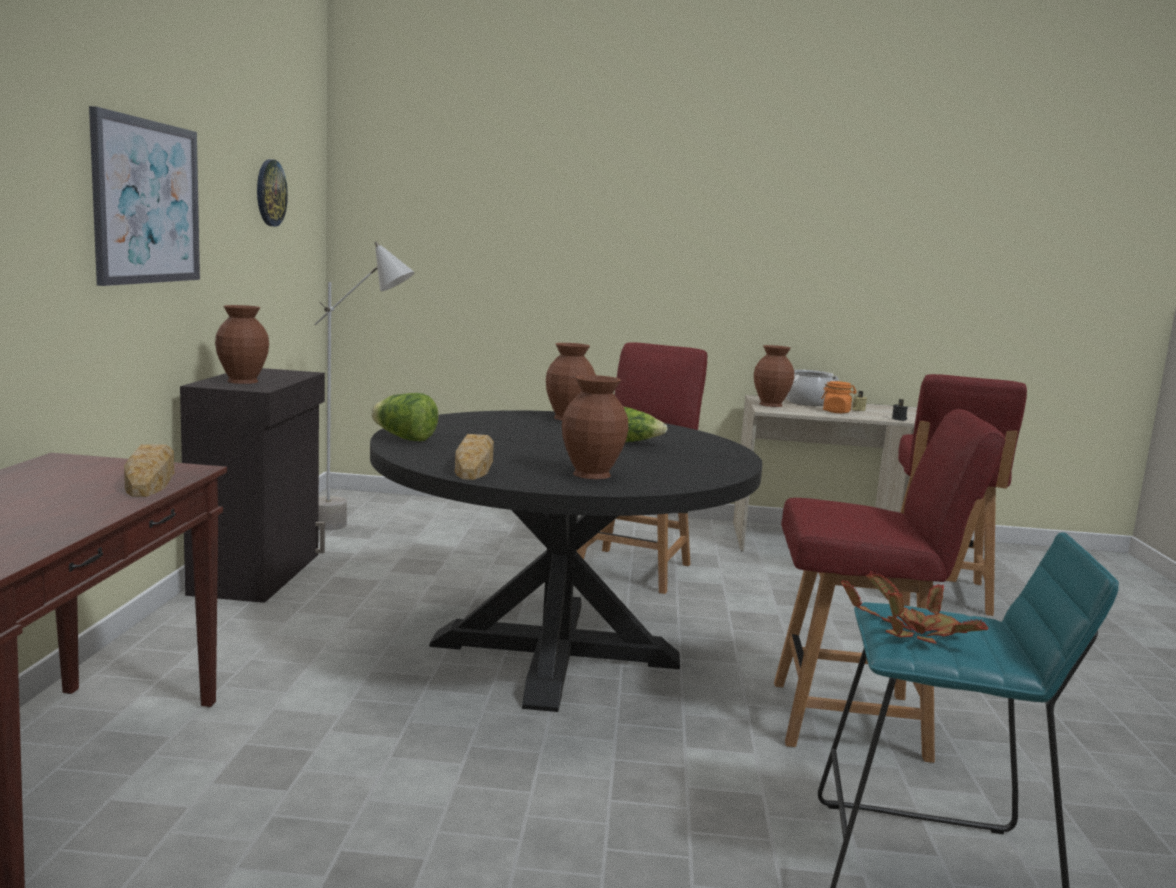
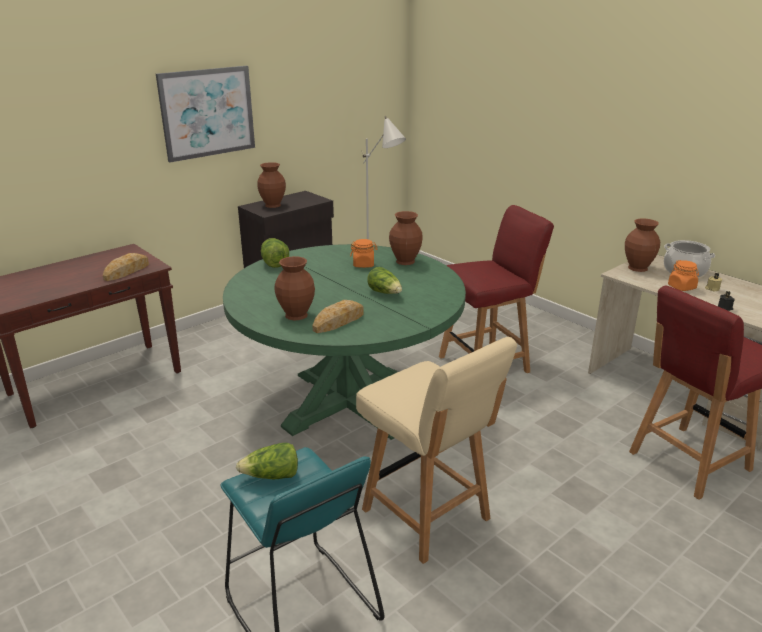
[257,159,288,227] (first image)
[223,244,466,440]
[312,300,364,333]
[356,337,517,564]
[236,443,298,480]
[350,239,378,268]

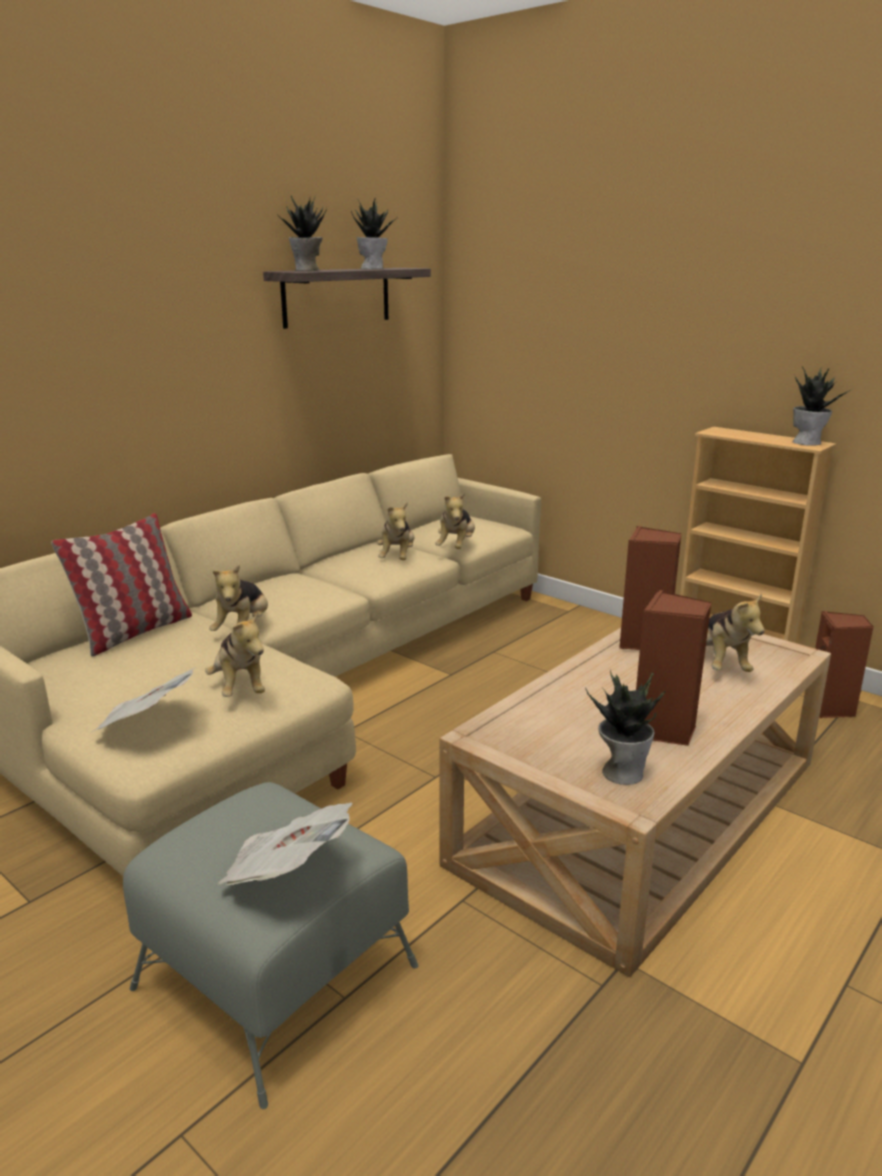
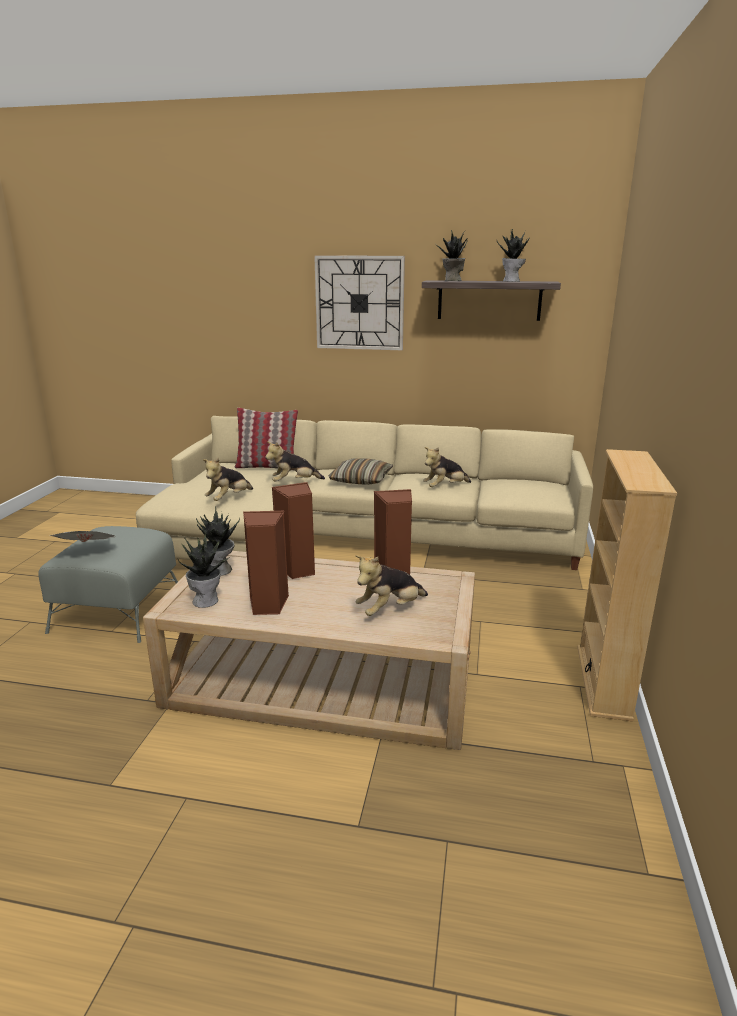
[92,667,196,732] (first image)
[435,492,475,549] (first image)
[196,506,240,576]
[272,482,315,580]
[314,256,405,350]
[328,458,393,485]

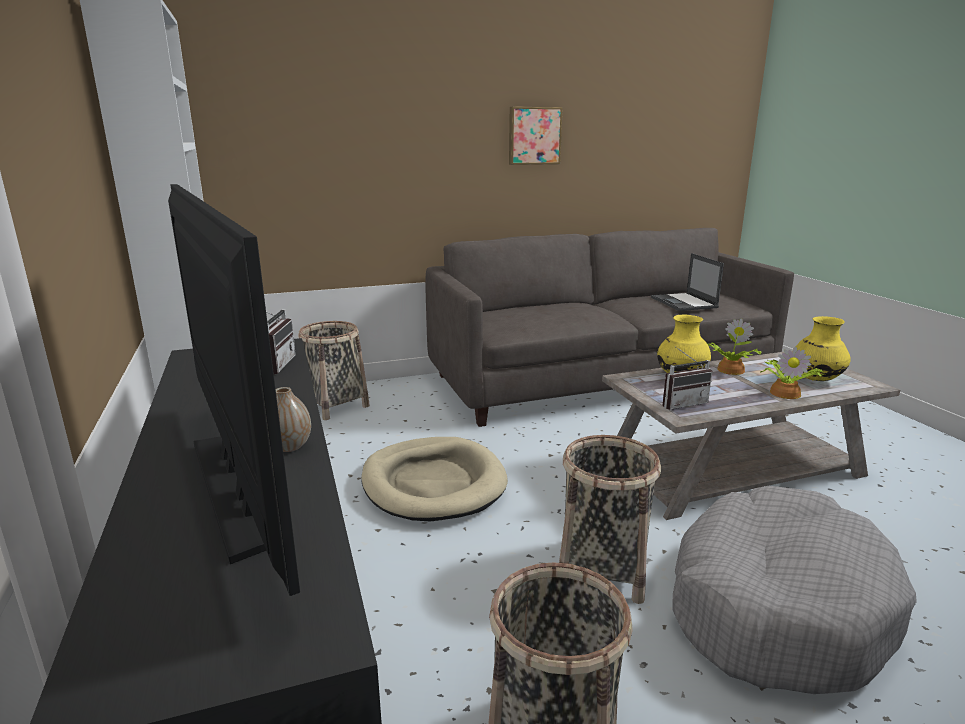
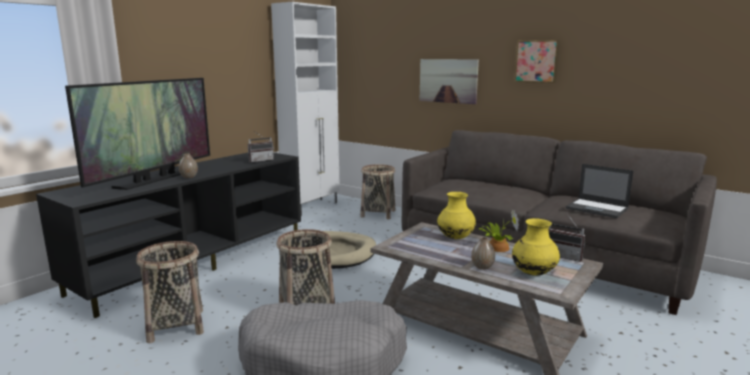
[566,164,633,218]
[549,215,586,262]
[471,237,495,270]
[420,59,479,104]

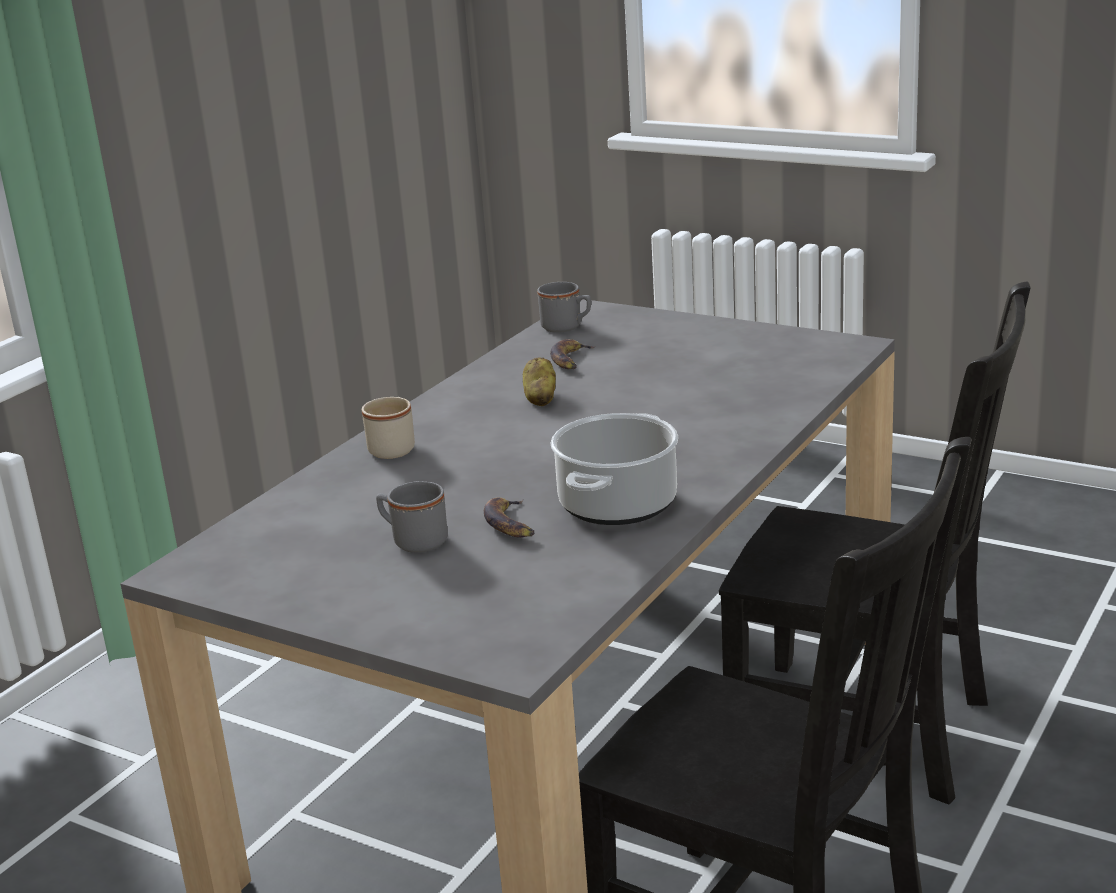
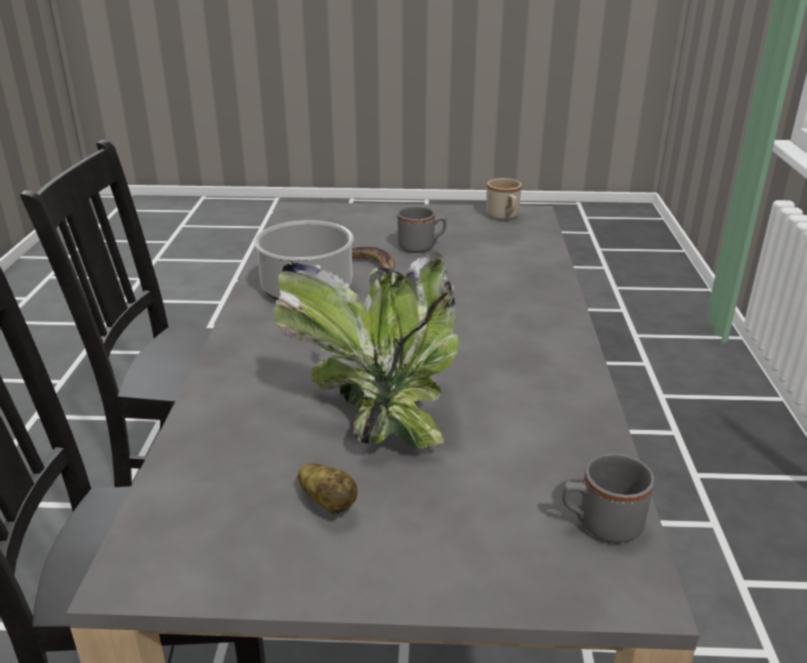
[486,178,522,220]
[297,463,358,515]
[550,339,595,369] (first image)
[273,252,460,449]

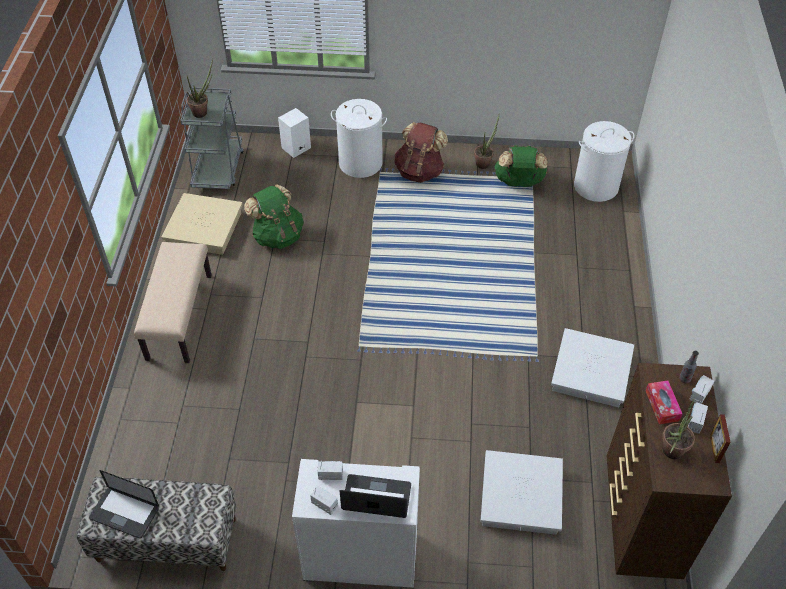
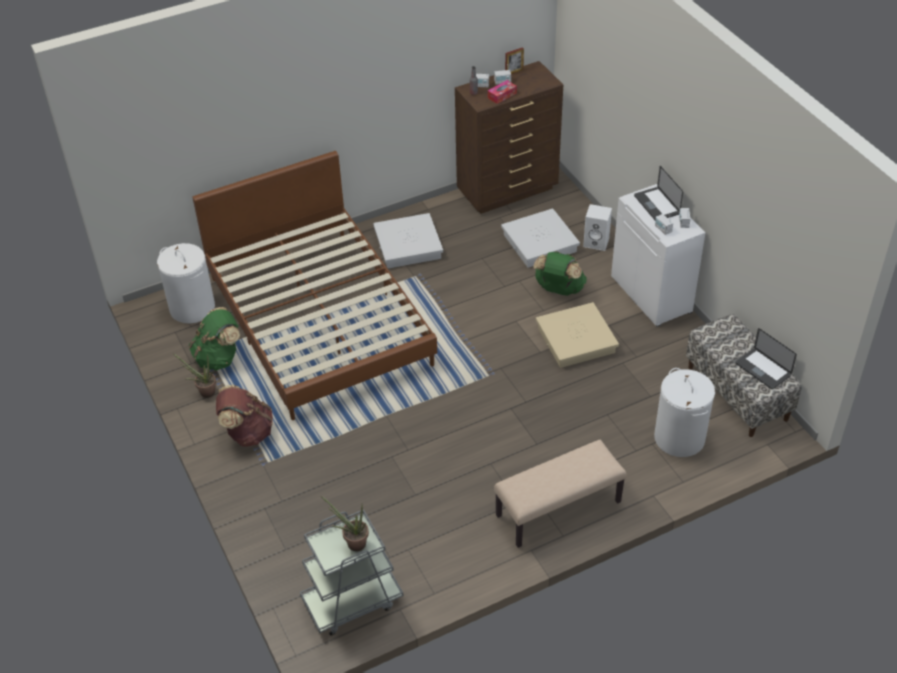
[735,328,797,389]
[536,302,619,368]
[533,251,587,296]
[583,204,612,251]
[654,368,715,457]
[662,398,695,459] (first image)
[192,151,437,420]

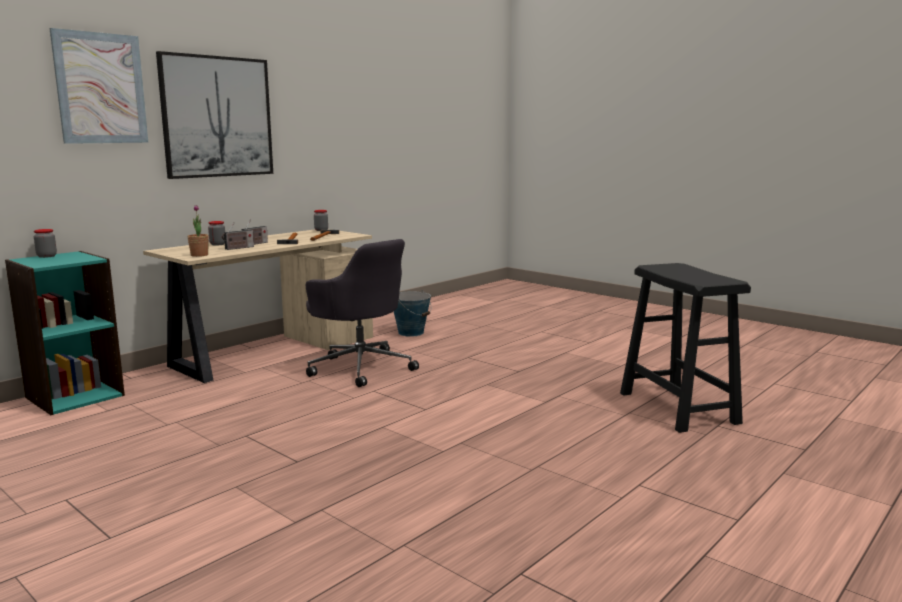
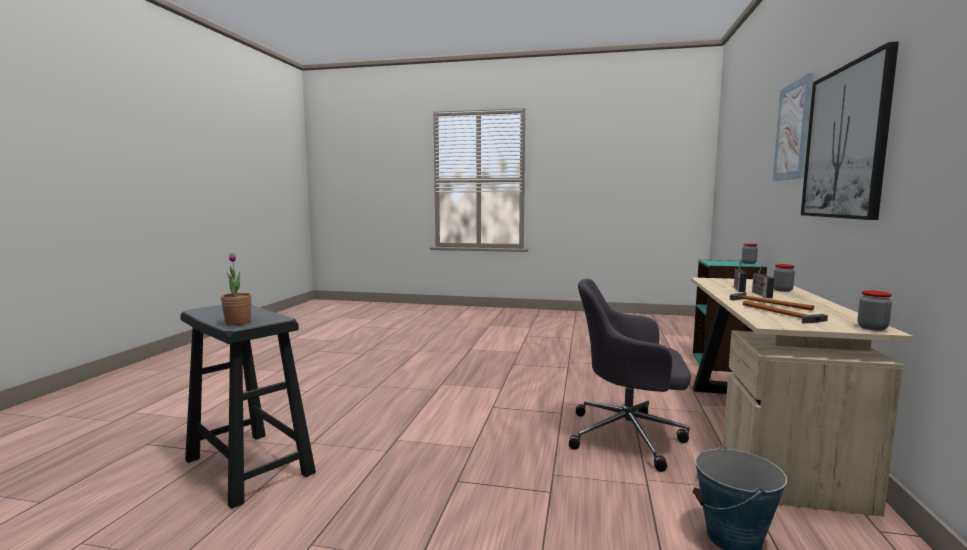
[221,253,252,325]

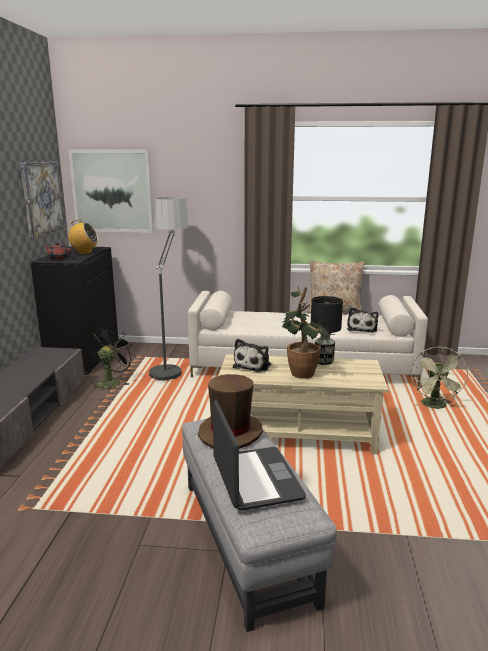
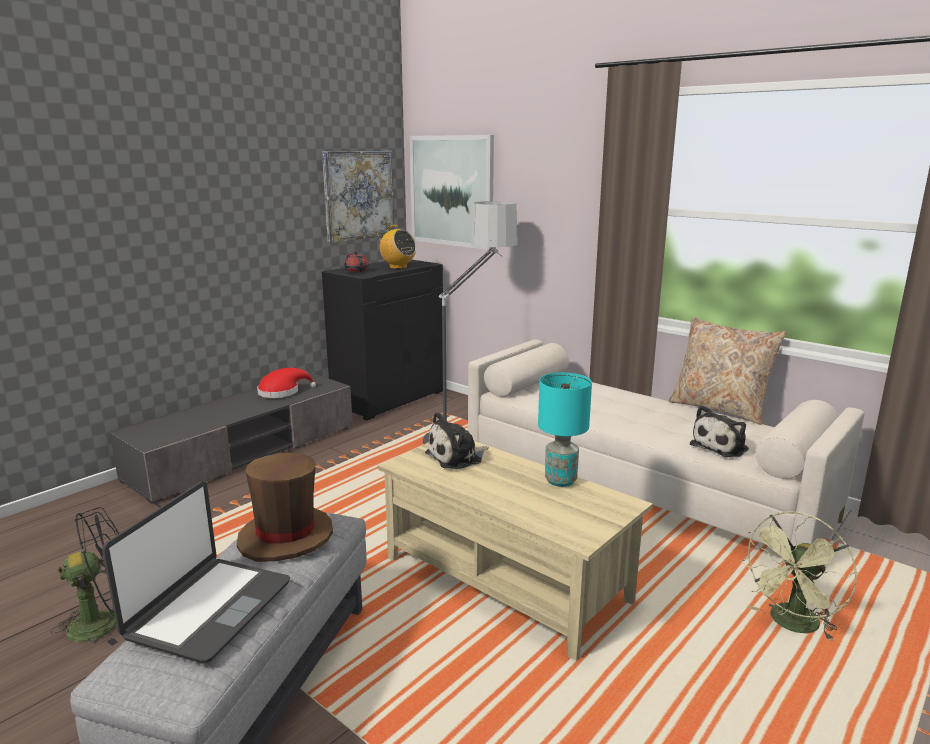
[51,507,119,646]
[282,286,335,379] (first image)
[538,373,592,487]
[257,368,316,398]

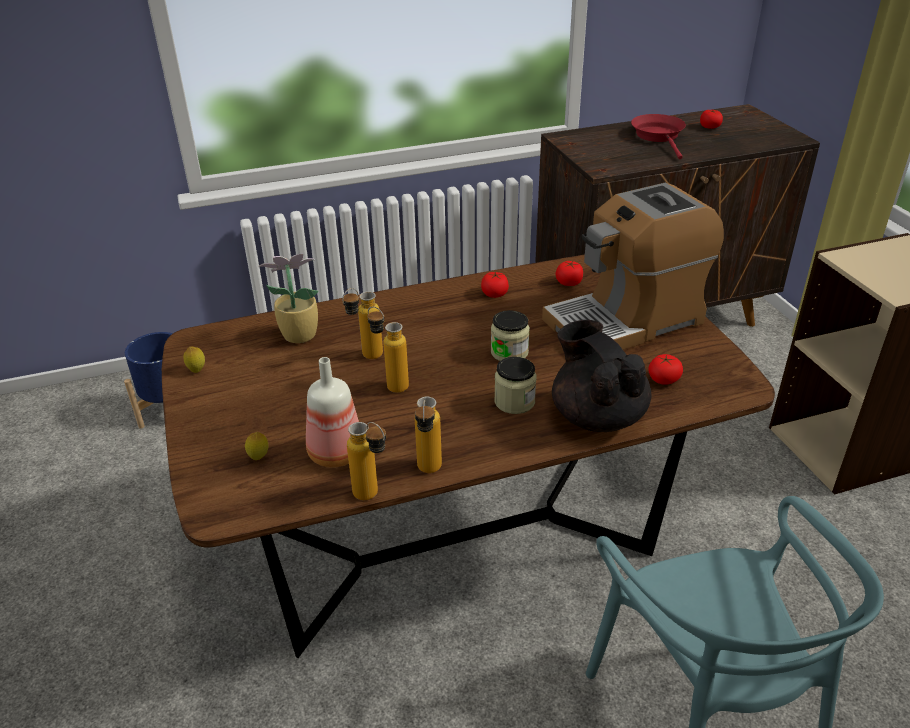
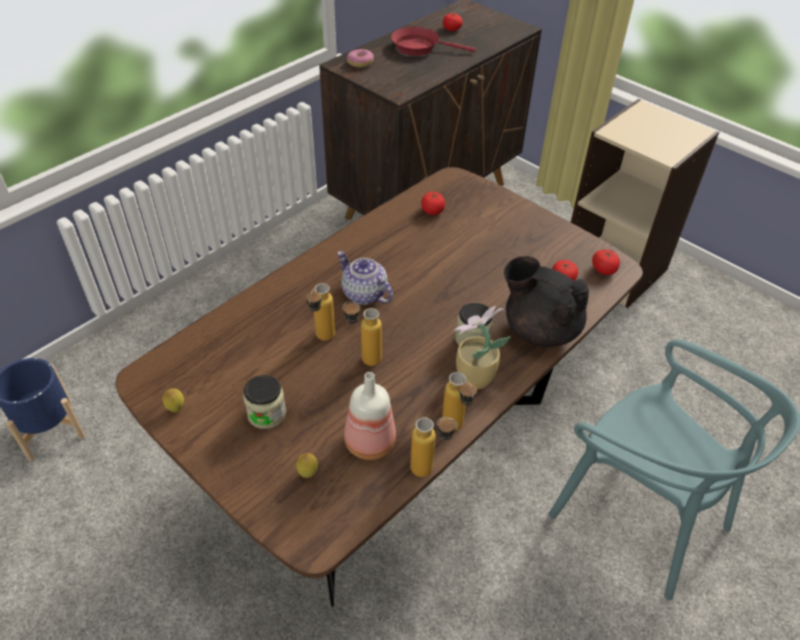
[453,306,510,389]
[592,250,620,275]
[243,375,286,429]
[542,183,724,350] (first image)
[391,27,476,56]
[337,251,393,305]
[347,49,374,68]

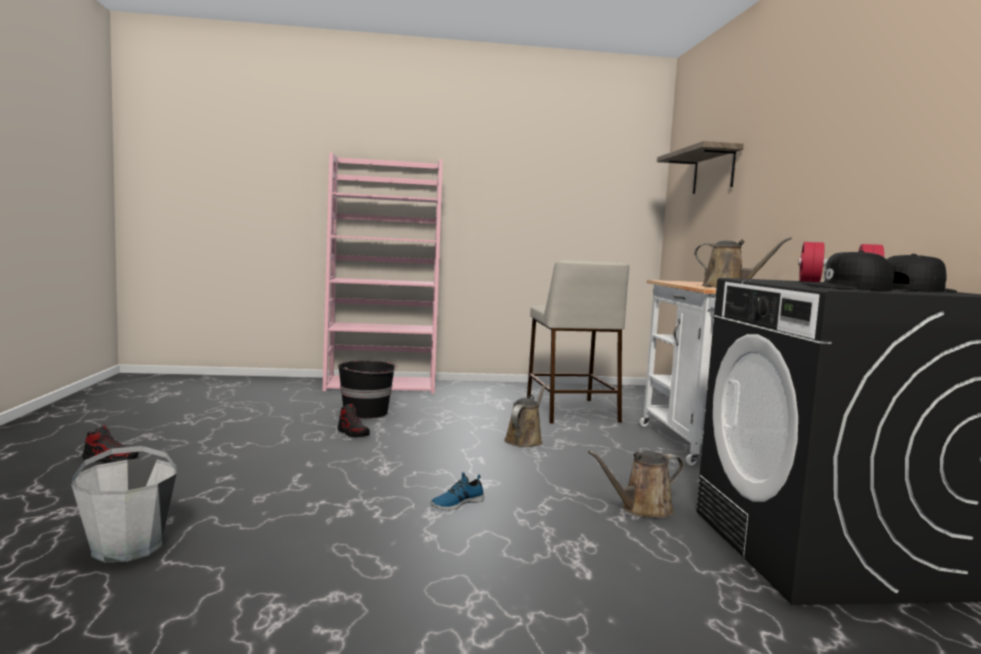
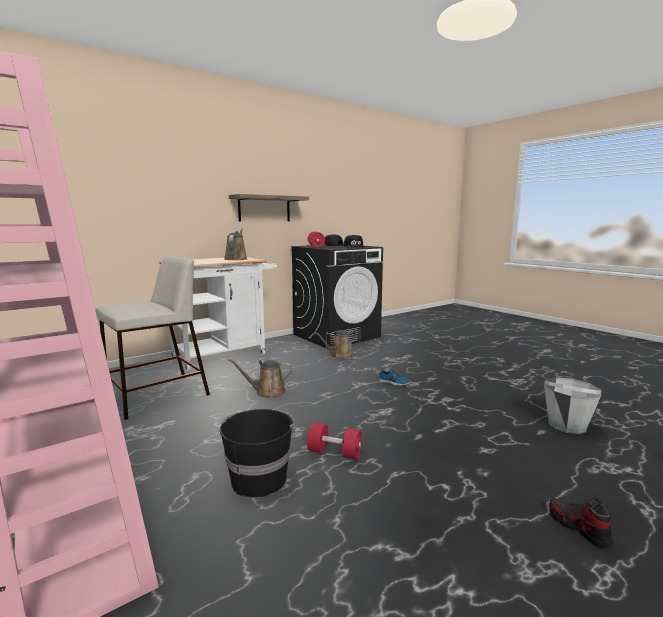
[307,422,362,459]
[315,330,356,359]
[229,194,309,221]

